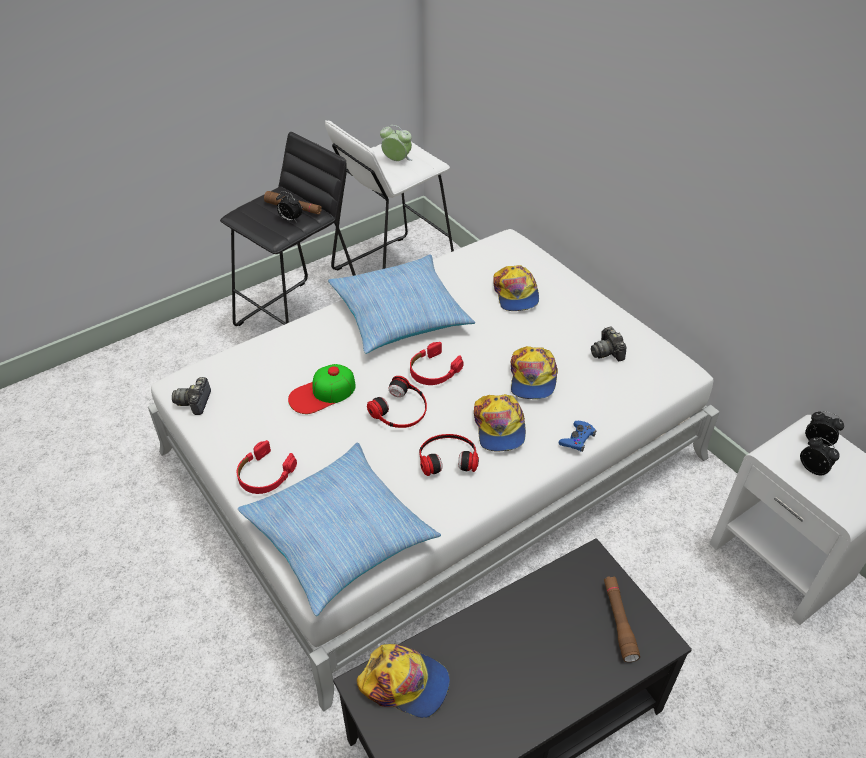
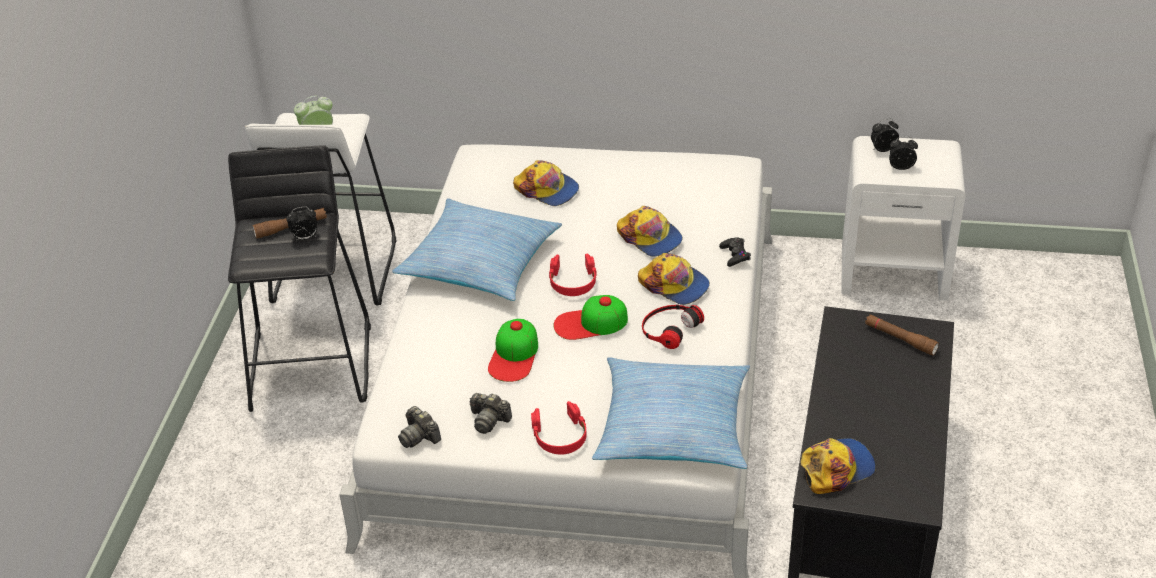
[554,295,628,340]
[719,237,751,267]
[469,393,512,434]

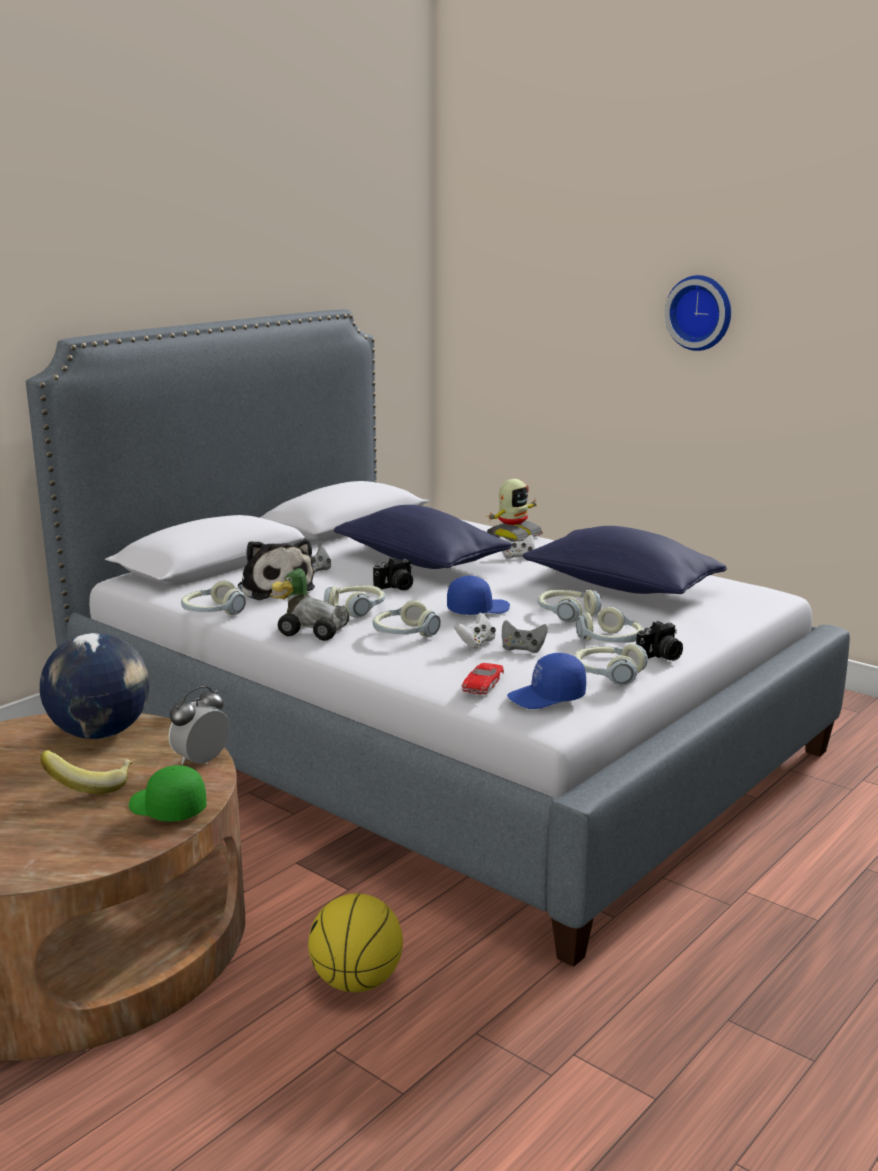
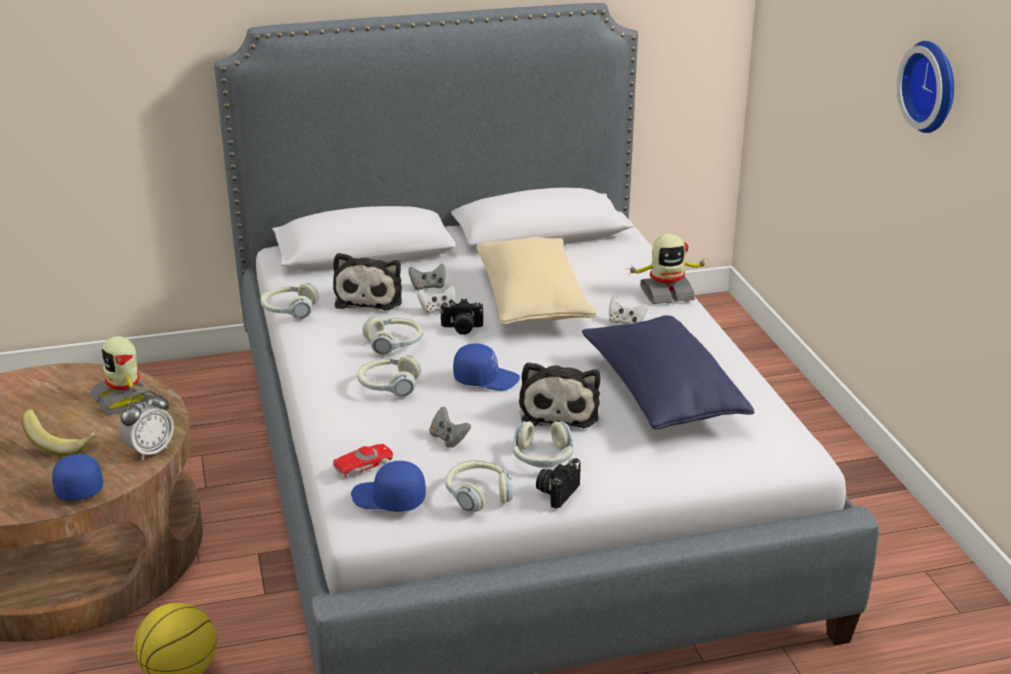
[91,336,151,414]
[52,454,103,501]
[120,391,174,460]
[270,568,349,641] (first image)
[476,237,597,325]
[417,285,456,314]
[519,362,600,428]
[536,458,581,508]

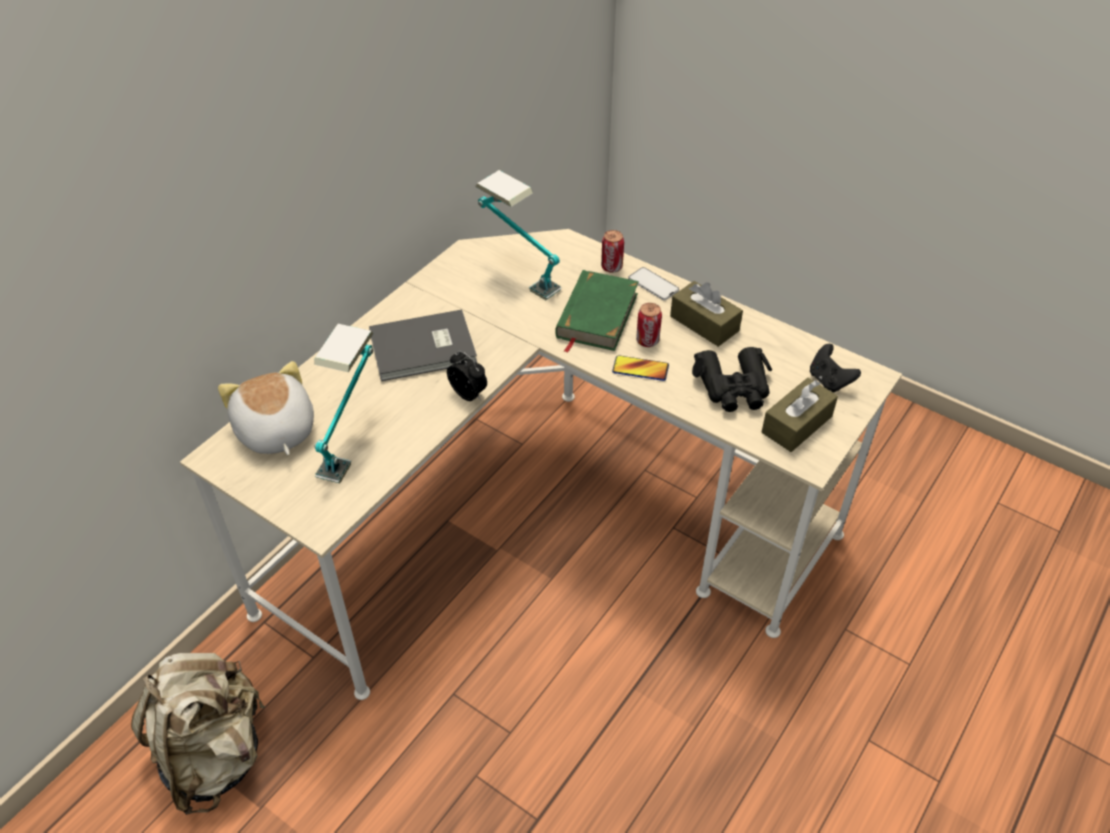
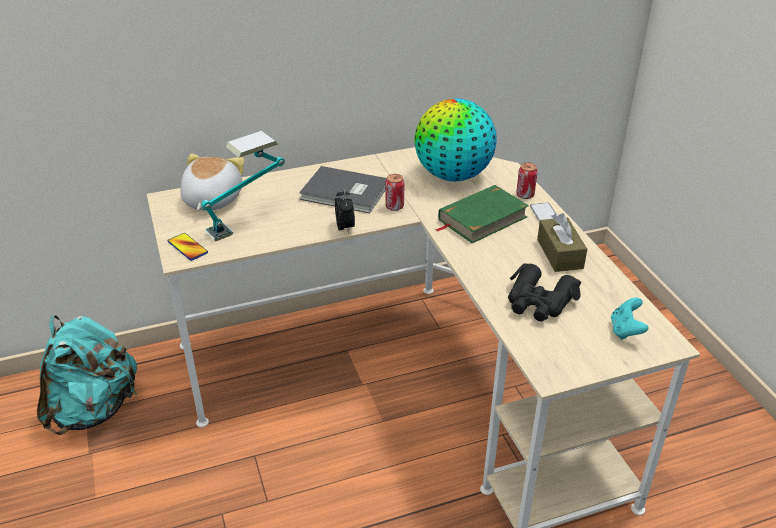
[37,315,138,435]
[414,98,497,181]
[168,233,208,261]
[385,174,405,211]
[762,378,838,452] (first image)
[611,297,649,340]

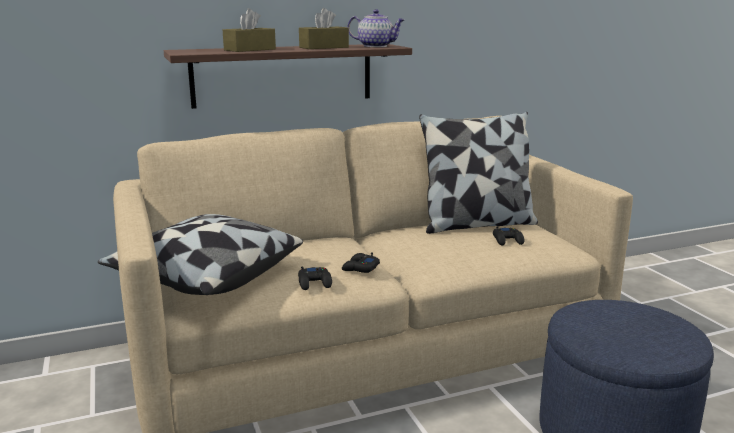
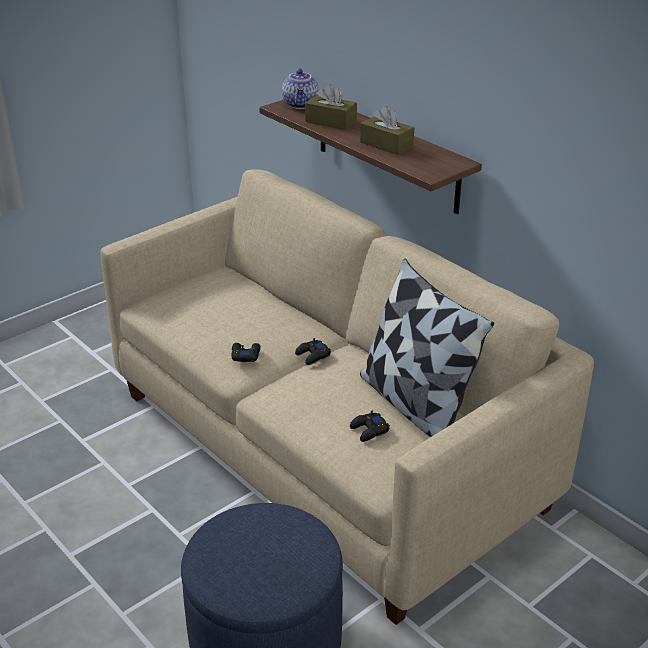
[98,214,303,295] (first image)
[295,338,331,365]
[282,68,319,109]

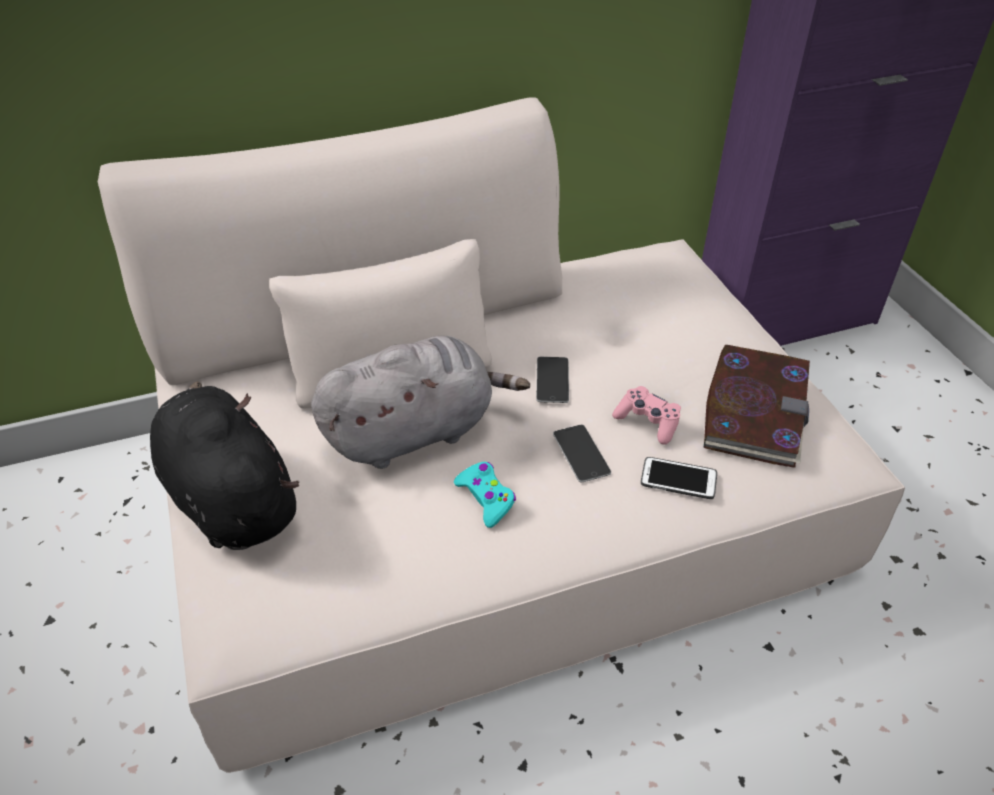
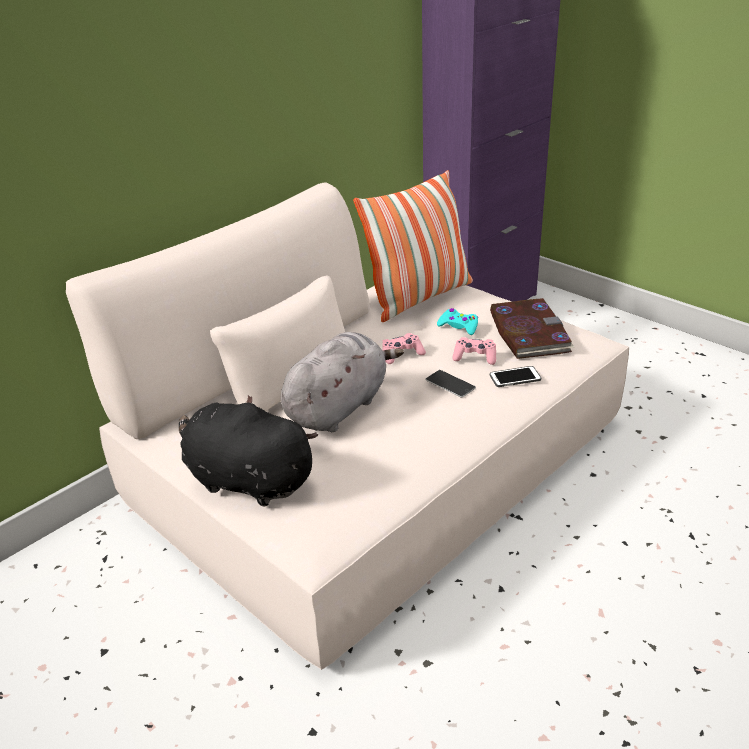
[437,308,478,335]
[382,333,426,364]
[353,170,473,322]

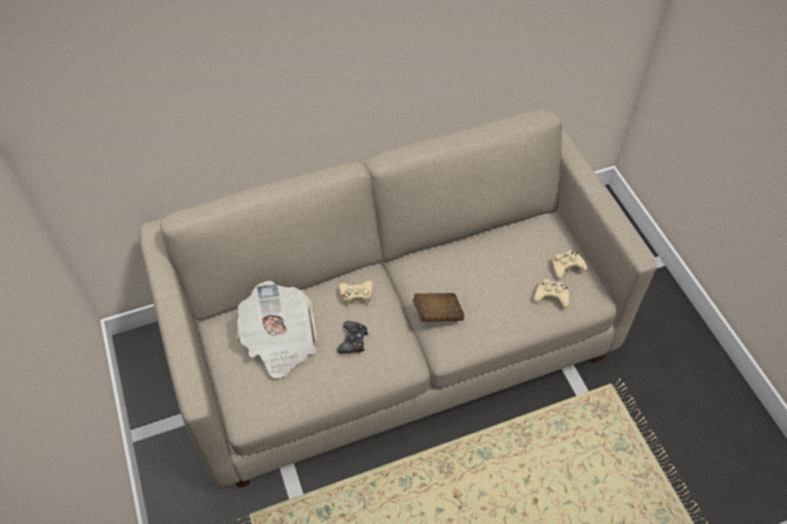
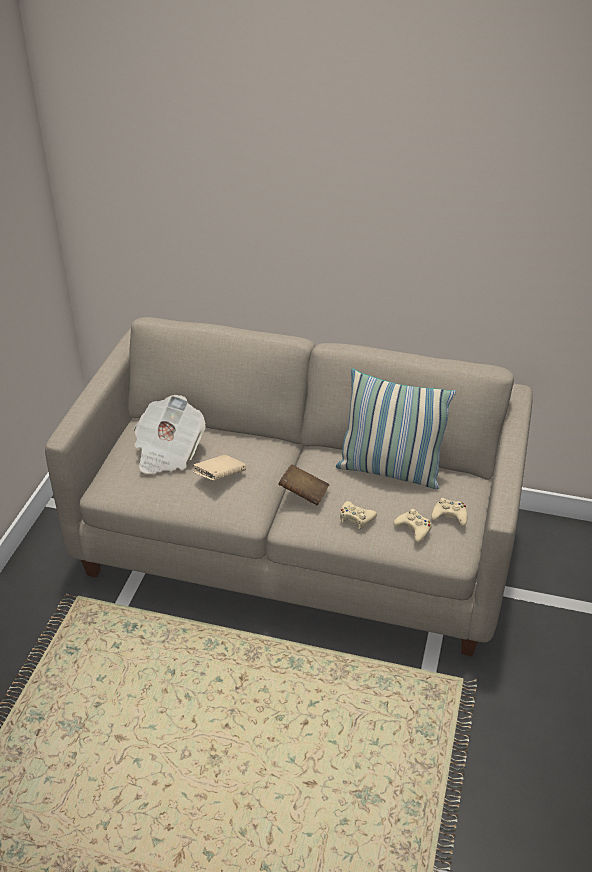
[193,455,246,481]
[340,501,377,529]
[336,369,456,489]

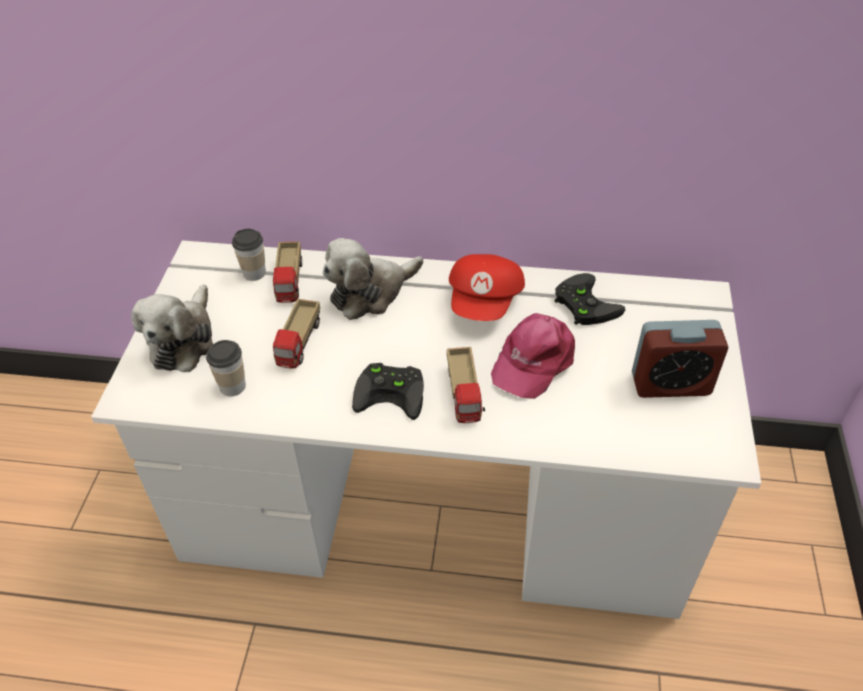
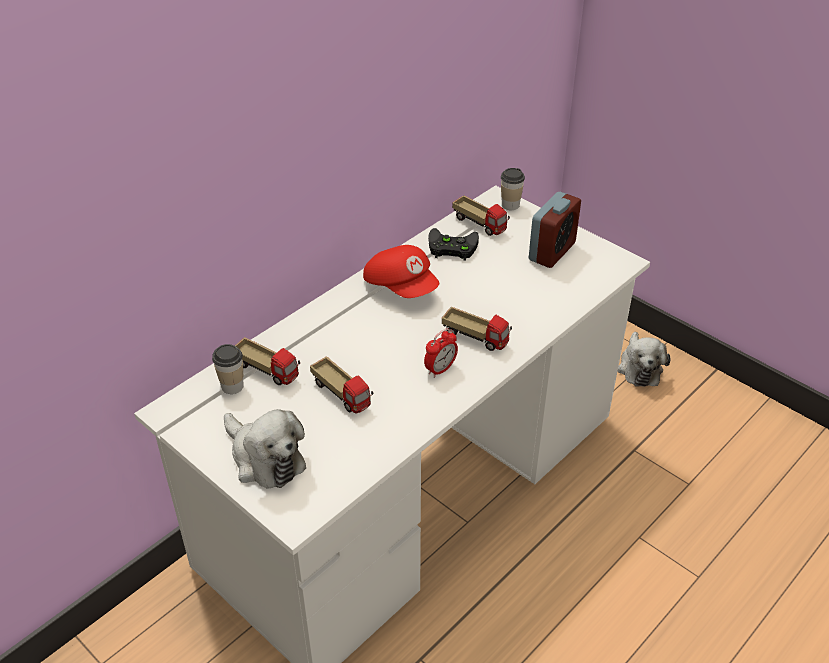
[501,168,525,210]
[617,332,670,387]
[424,328,458,378]
[491,313,575,399] (first image)
[452,195,510,236]

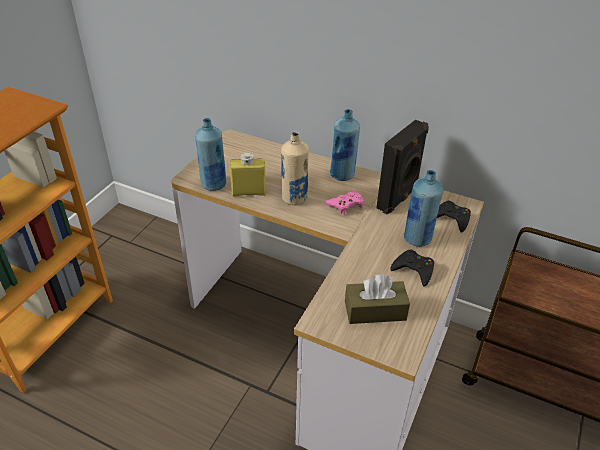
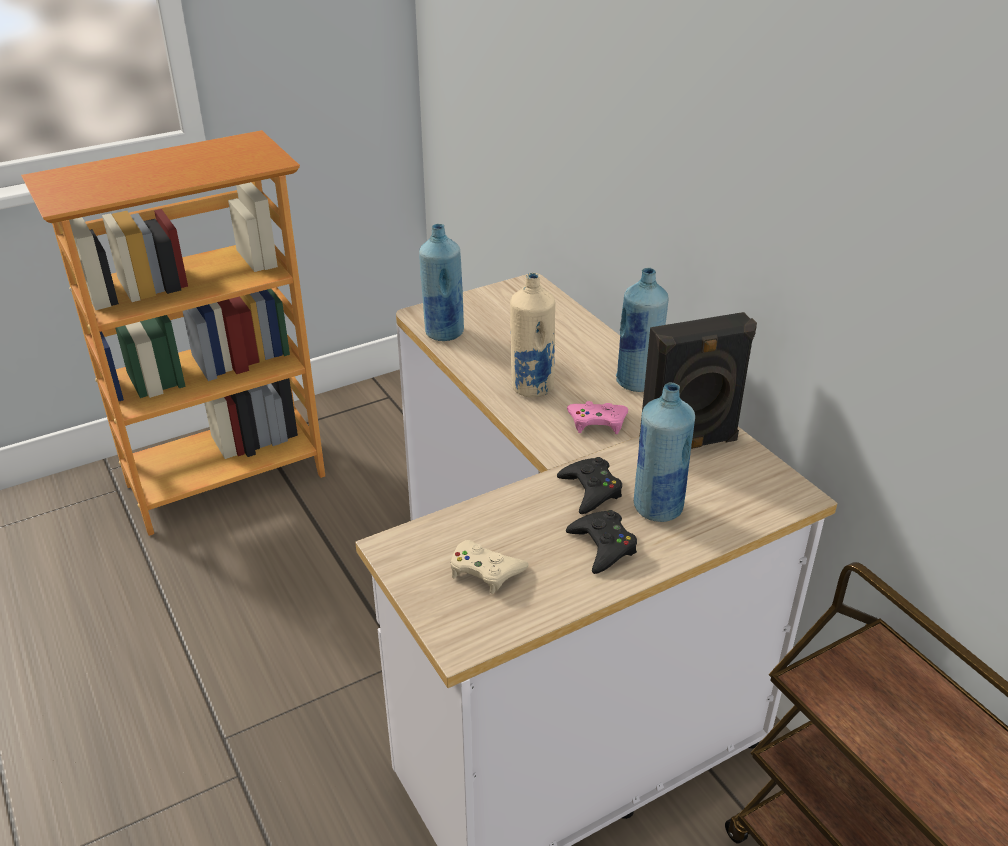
[230,153,266,197] (first image)
[451,540,529,594]
[557,457,622,514]

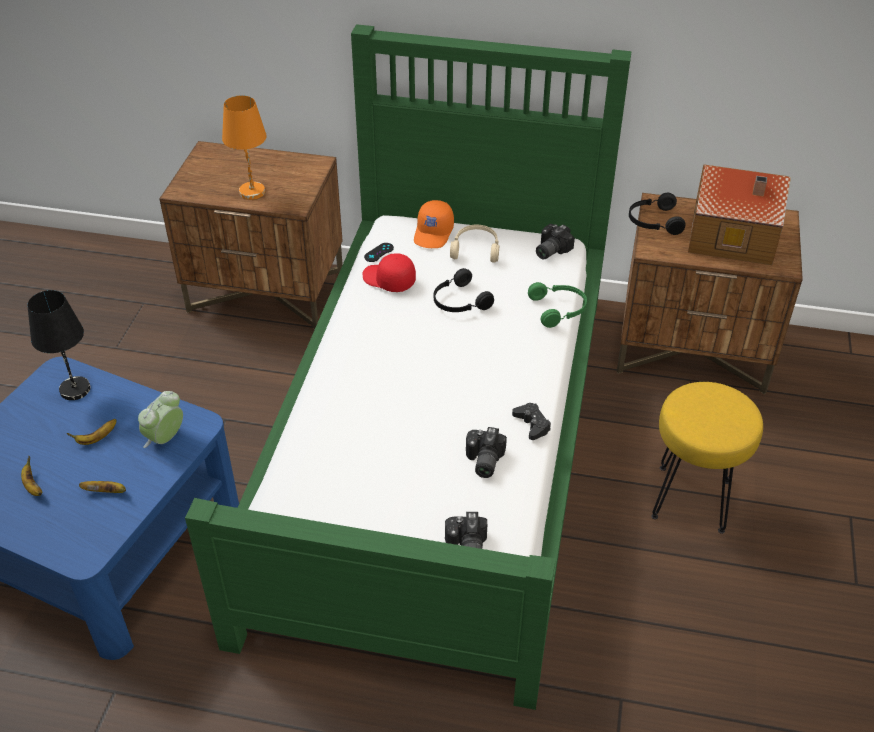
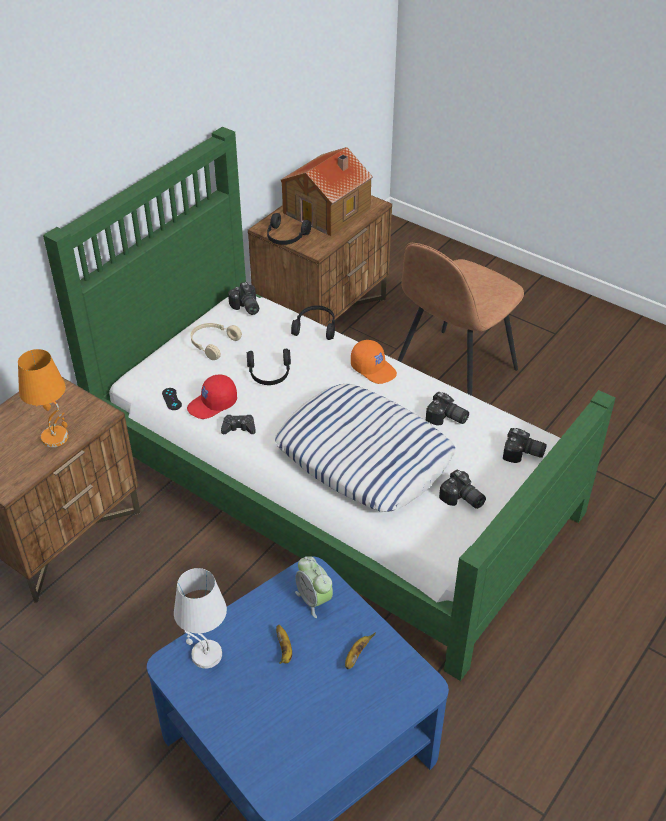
[21,456,42,496] (first image)
[174,568,227,669]
[351,340,397,384]
[221,415,256,434]
[291,305,335,340]
[397,243,524,396]
[275,384,455,512]
[439,470,486,509]

